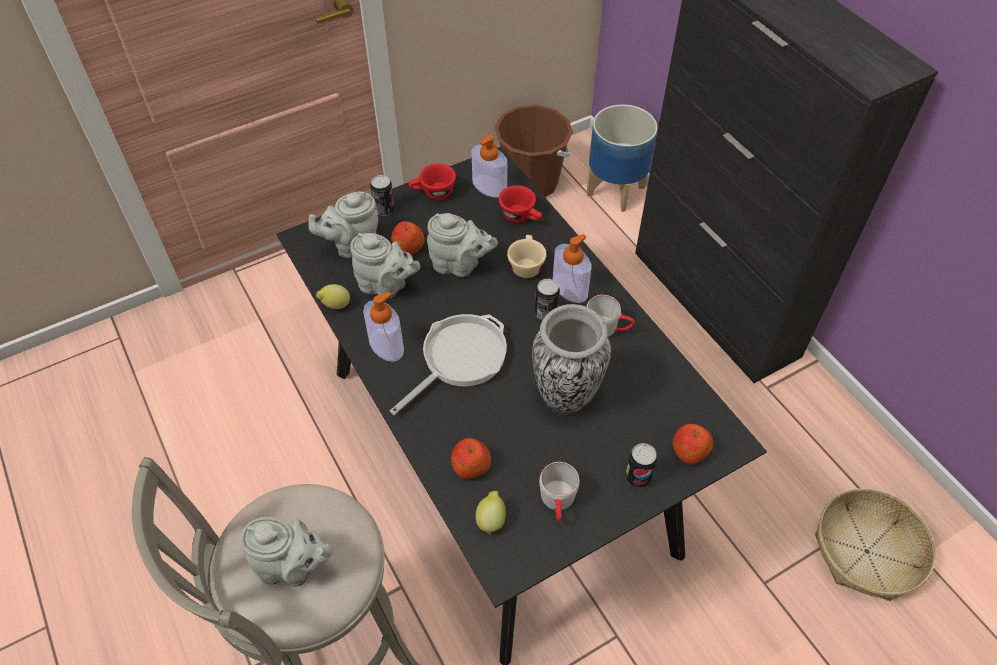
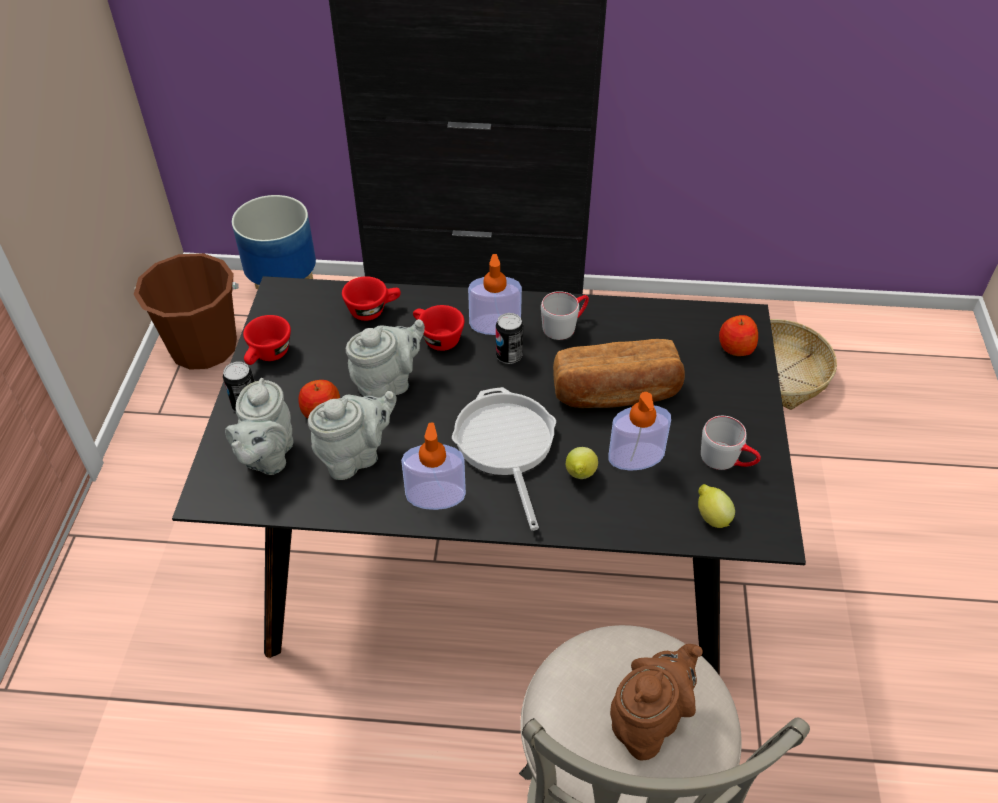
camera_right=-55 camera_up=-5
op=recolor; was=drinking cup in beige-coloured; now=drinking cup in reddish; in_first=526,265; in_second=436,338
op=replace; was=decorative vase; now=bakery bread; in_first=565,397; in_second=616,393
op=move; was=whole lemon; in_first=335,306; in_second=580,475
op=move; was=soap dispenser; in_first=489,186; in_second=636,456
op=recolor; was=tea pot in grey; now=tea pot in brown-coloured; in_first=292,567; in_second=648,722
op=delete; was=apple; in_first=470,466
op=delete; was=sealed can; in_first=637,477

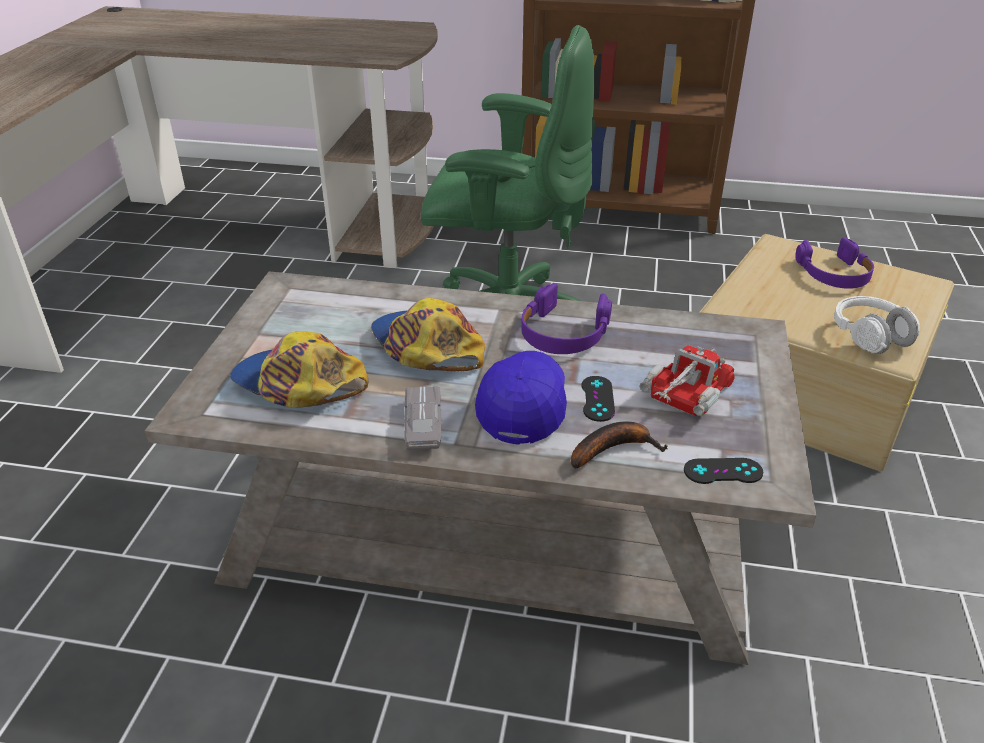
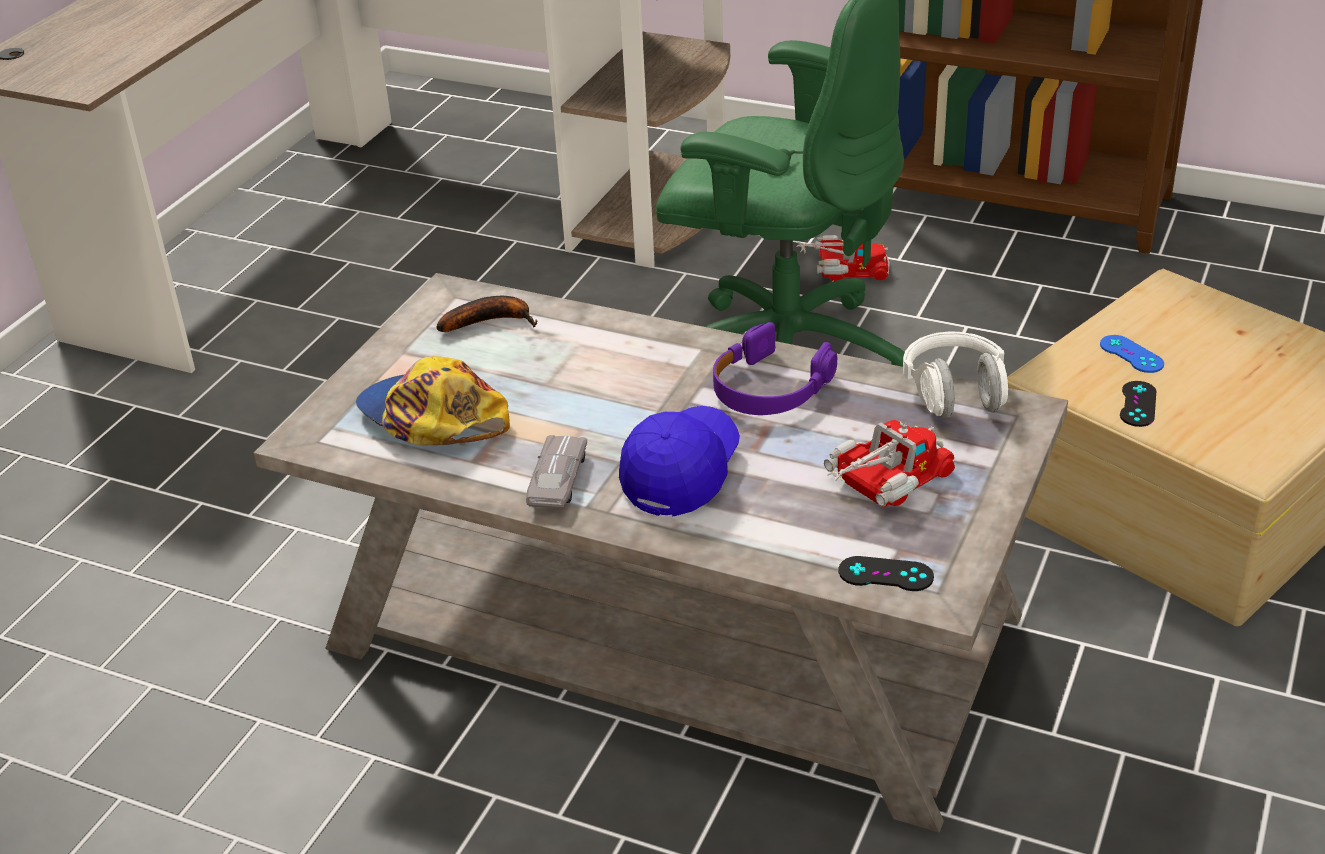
camera_right=15 camera_up=0
op=move; was=whole banana; in_first=613,448; in_second=491,321
op=insert; now=toy truck; in_second=842,269
op=move; was=pair of headphones in white; in_first=869,337; in_second=955,394
op=insert; now=game controller in blue; in_second=1131,354
op=move; was=game controller in blackish; in_first=597,399; in_second=1138,404
op=delete; was=cap; in_first=426,347
op=delete; was=pair of headphones in purplish; in_first=834,274

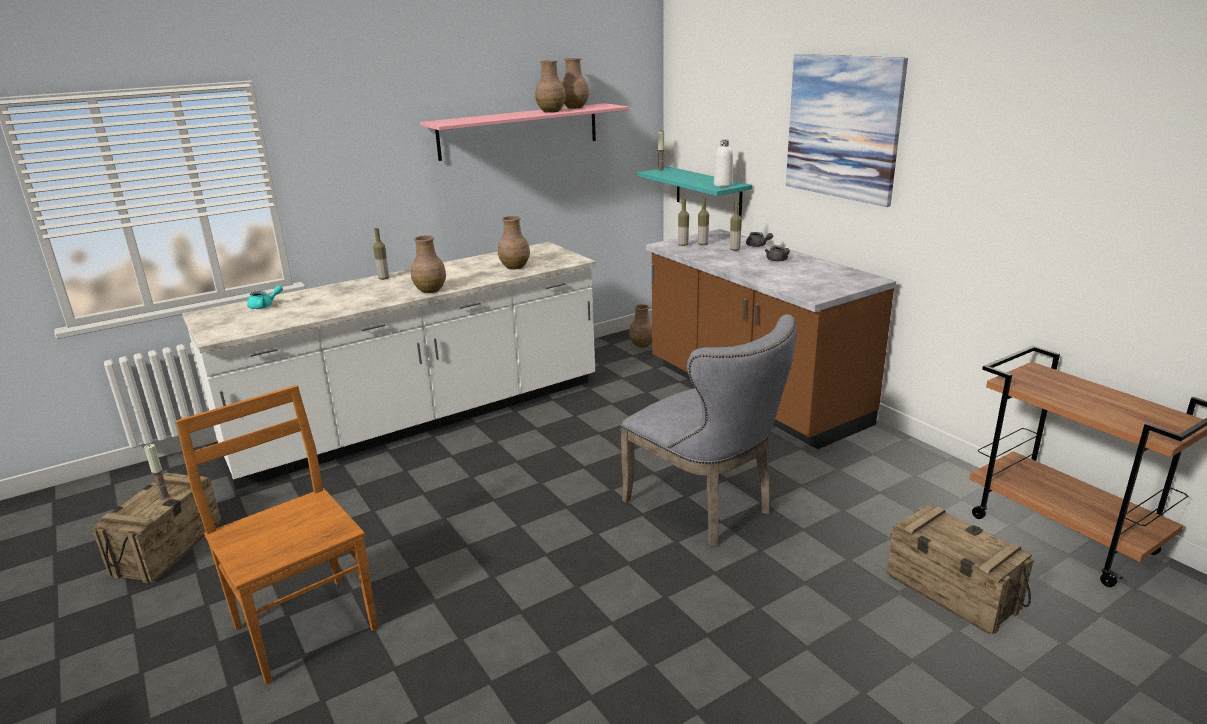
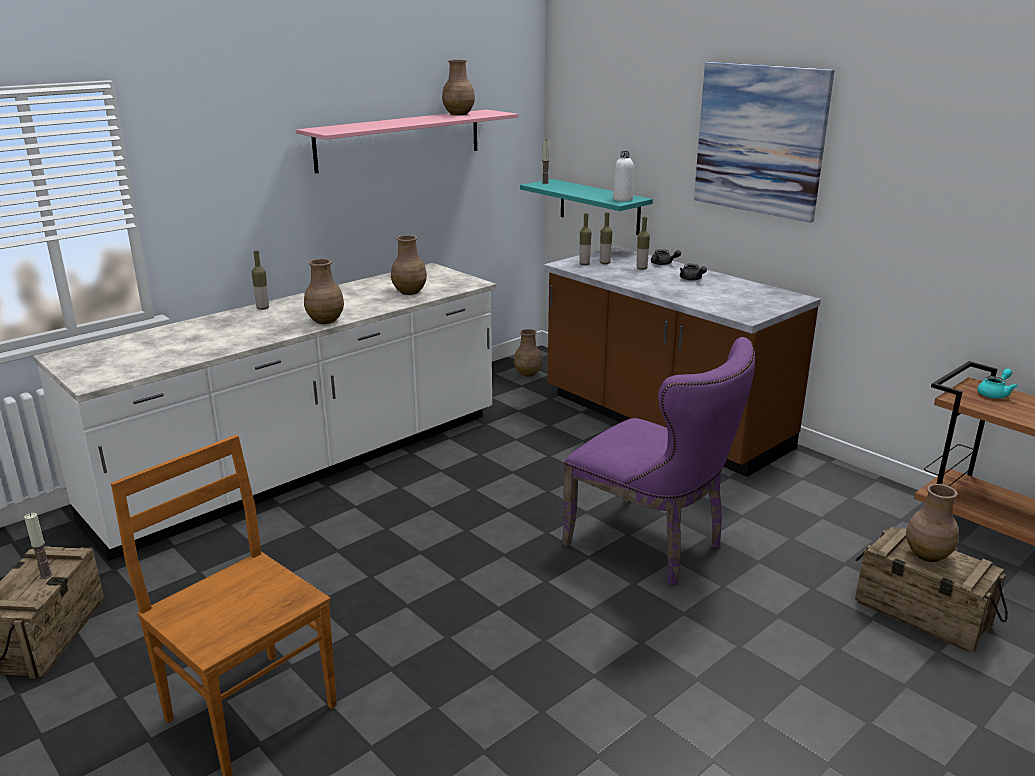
camera_right=-10 camera_up=0
op=recolor; was=upright chair in grey; now=upright chair in purplish; in_first=707,508; in_second=654,545
op=move; was=decorative vase in brown-coloured; in_first=551,111; in_second=926,554
op=move; was=tea pot in turquoise; in_first=265,306; in_second=995,394

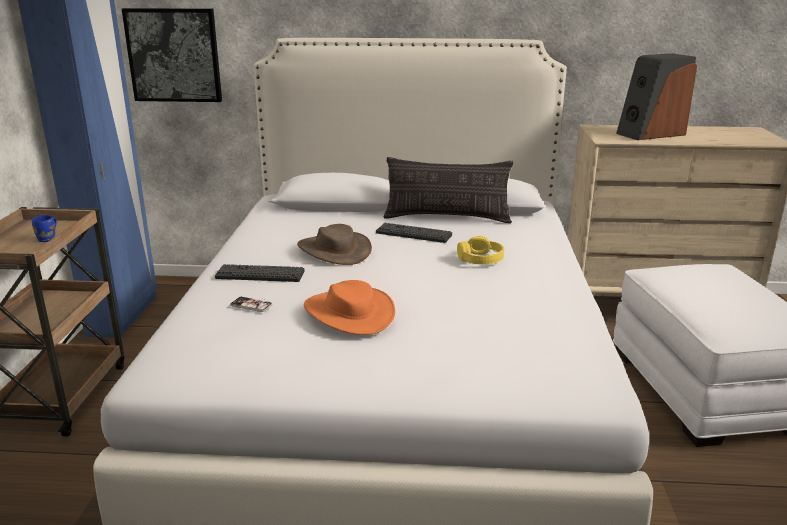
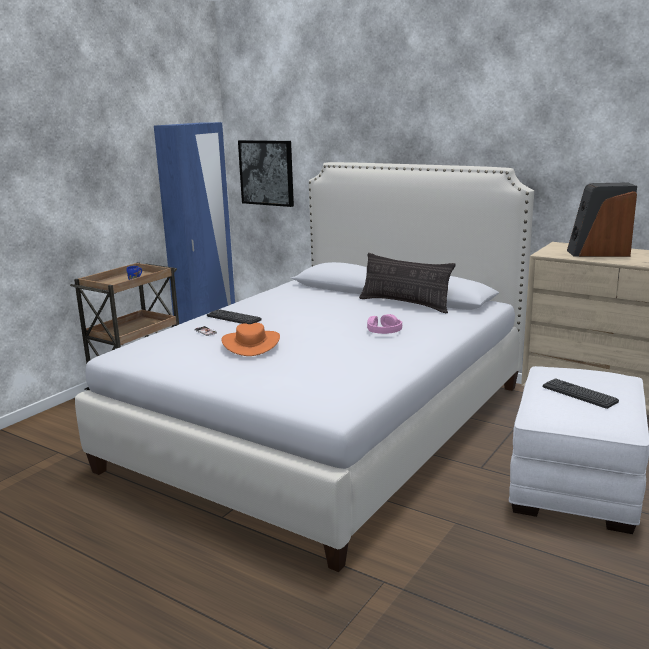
camera_right=30 camera_up=-5
op=recolor; was=pair of headphones in yellow; now=pair of headphones in pink; in_first=480,259; in_second=384,331
op=move; was=PC keyboard; in_first=413,234; in_second=579,394
op=delete; was=wearable hat in brown-coloured; in_first=334,250

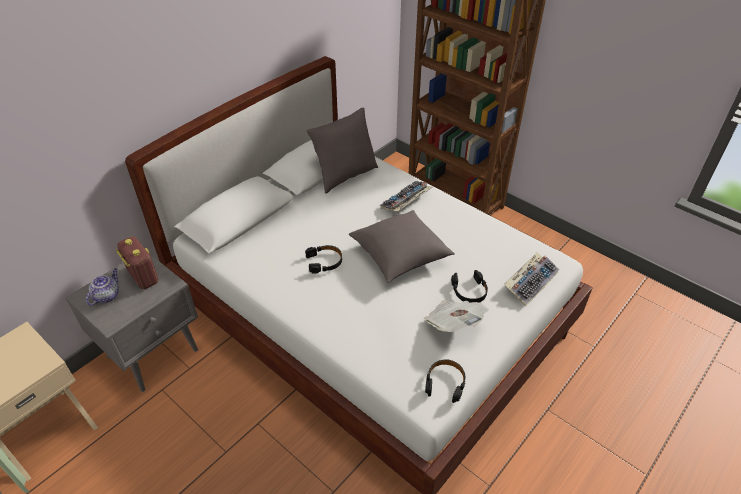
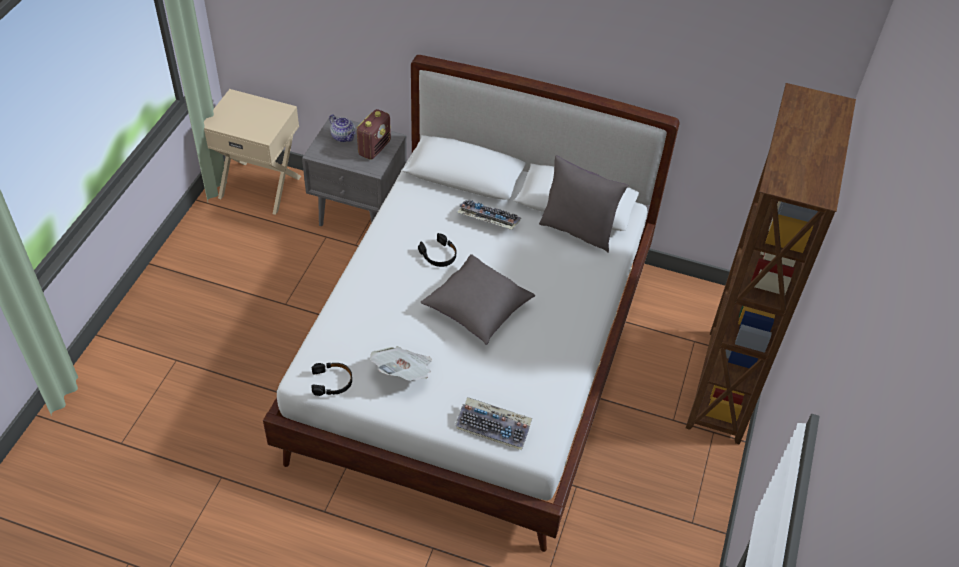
camera_right=65 camera_up=5
op=rotate; was=tea pot; in_first=107,295; in_second=343,137; clockwise=45
op=move; was=PC keyboard; in_first=406,201; in_second=487,220
op=delete; was=pair of headphones in blackish; in_first=469,291

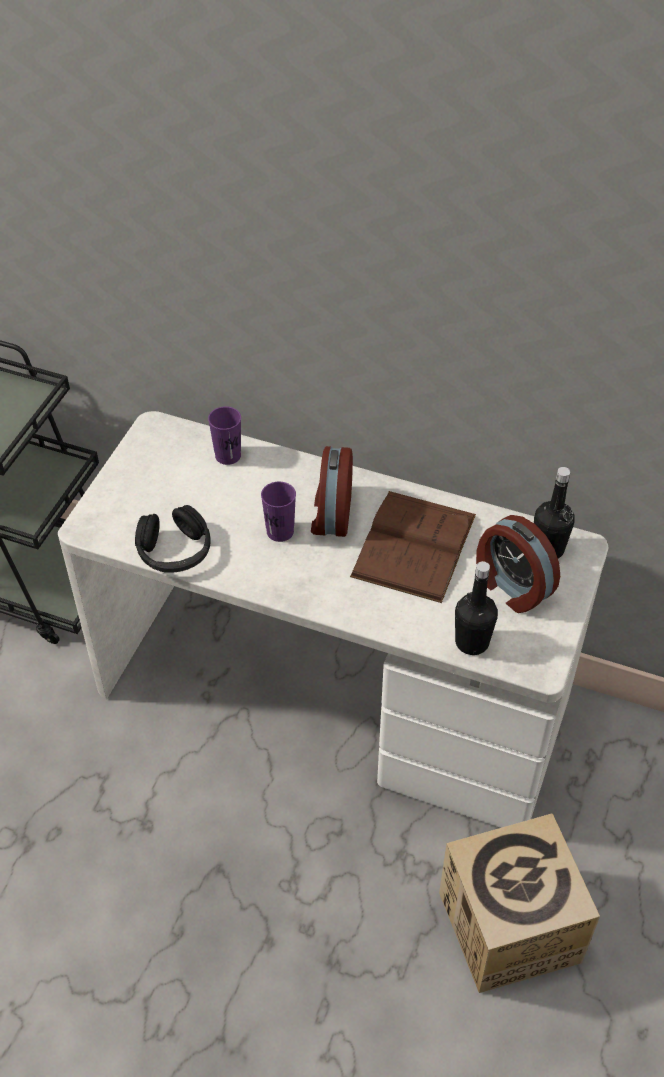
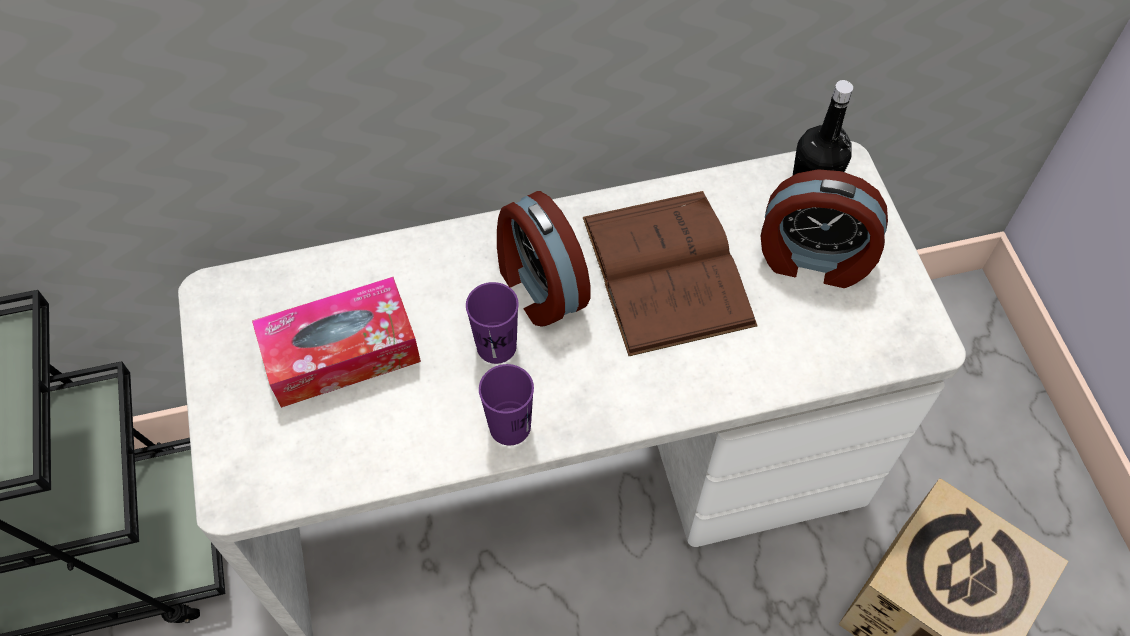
camera_right=-35 camera_up=10
op=insert; now=box of tissues; in_second=341,353
op=move; was=drinking cup in purplish; in_first=228,455; in_second=510,426
op=delete; was=pair of headphones in blackish; in_first=175,551
op=delete; was=drink bottle in blackish; in_first=472,642

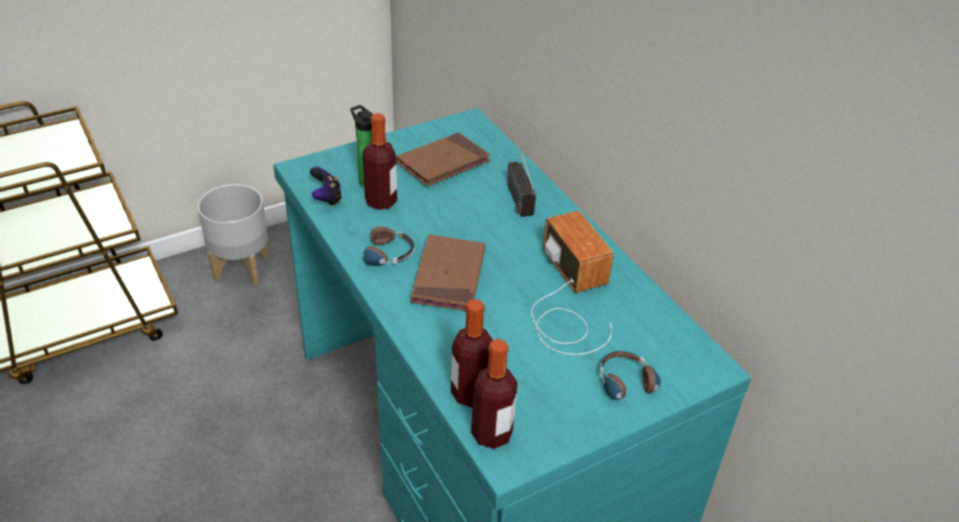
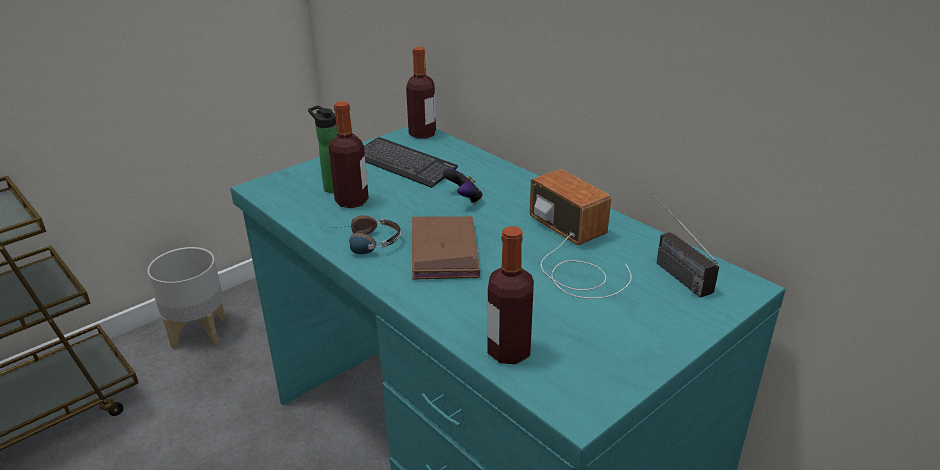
camera_right=-10 camera_up=-10
op=replace; was=bound book in brown-coloured; now=PC keyboard; in_first=443,163; in_second=403,164
op=move; was=drink bottle; in_first=491,434; in_second=422,134
op=move; was=game controller; in_first=327,198; in_second=464,199
op=move; was=radio receiver; in_first=514,191; in_second=670,269
op=delete; was=pair of headphones; in_first=630,390

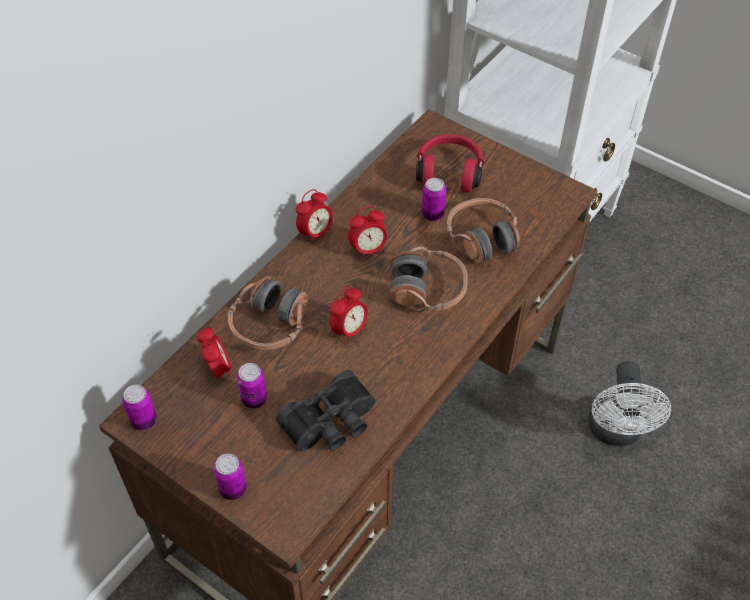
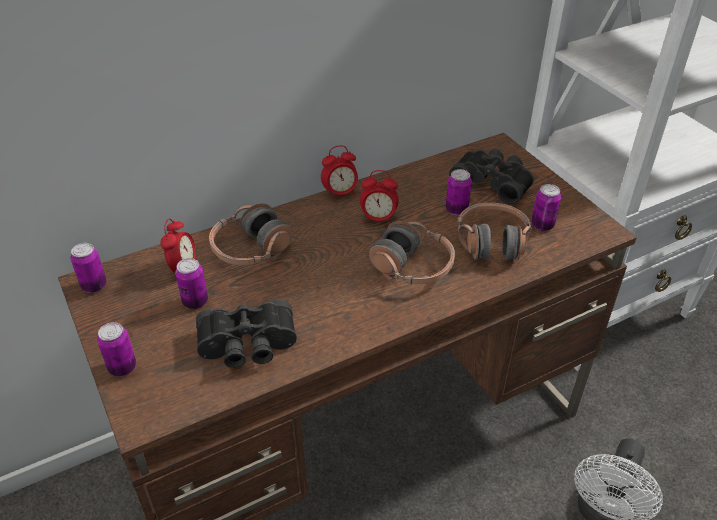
camera_right=25 camera_up=-10
op=replace; was=pair of headphones in reddish; now=binoculars in blackish; in_first=449,172; in_second=493,182
op=insert; now=sealed can; in_second=542,225
op=delete; was=alarm clock; in_first=349,330

